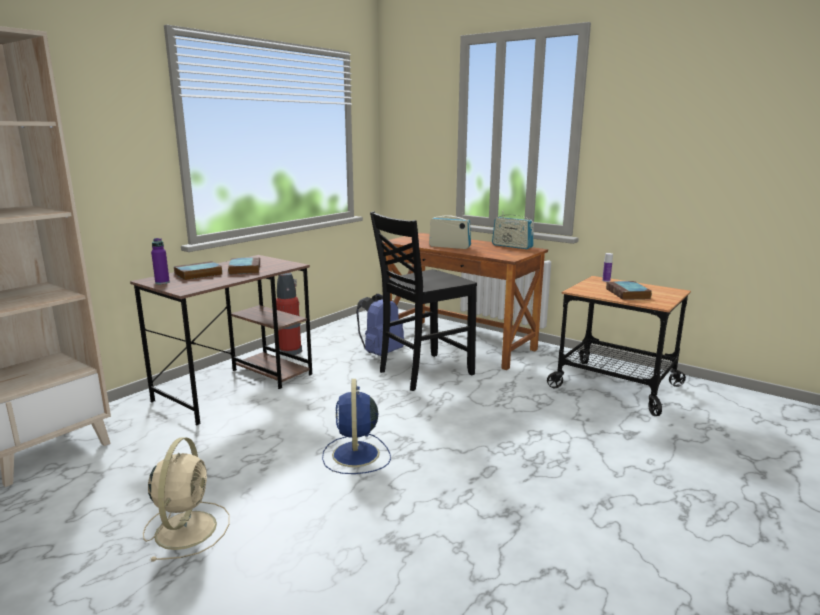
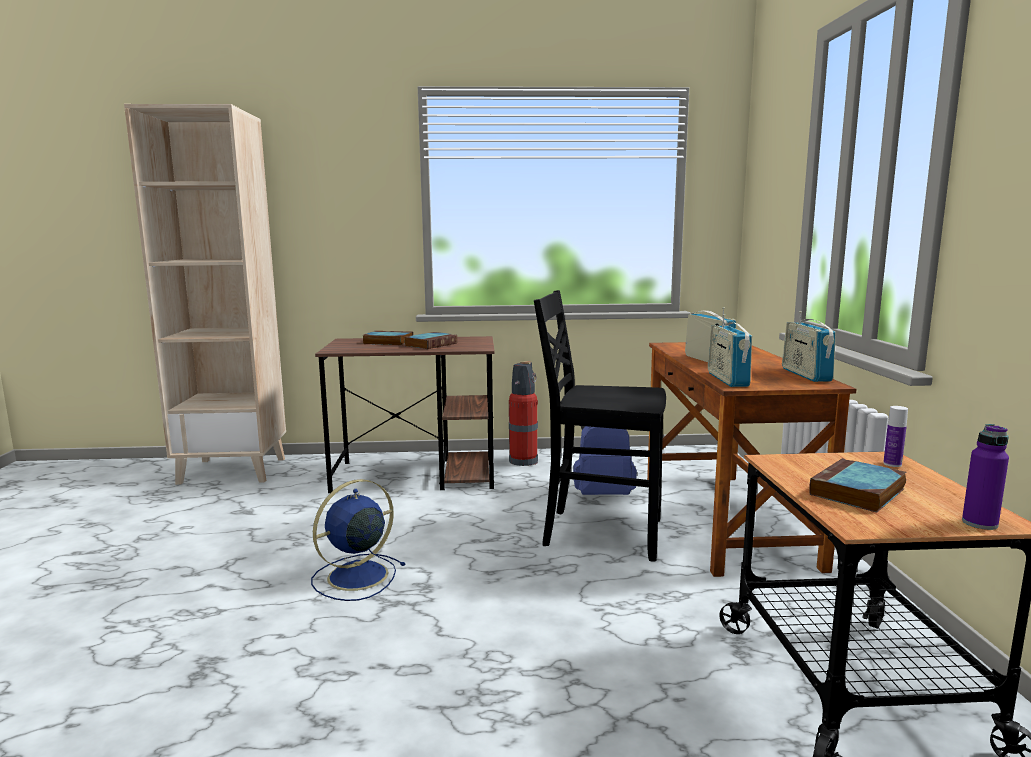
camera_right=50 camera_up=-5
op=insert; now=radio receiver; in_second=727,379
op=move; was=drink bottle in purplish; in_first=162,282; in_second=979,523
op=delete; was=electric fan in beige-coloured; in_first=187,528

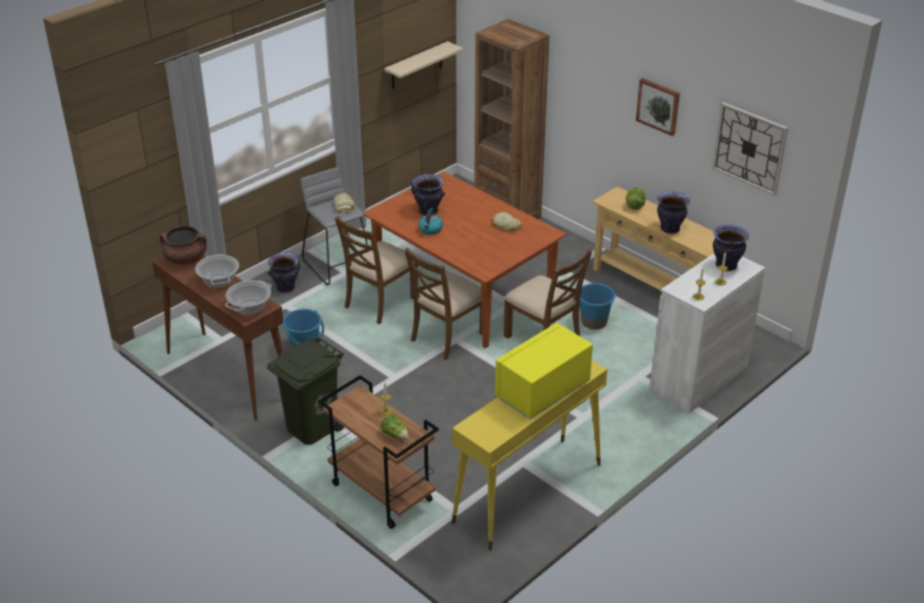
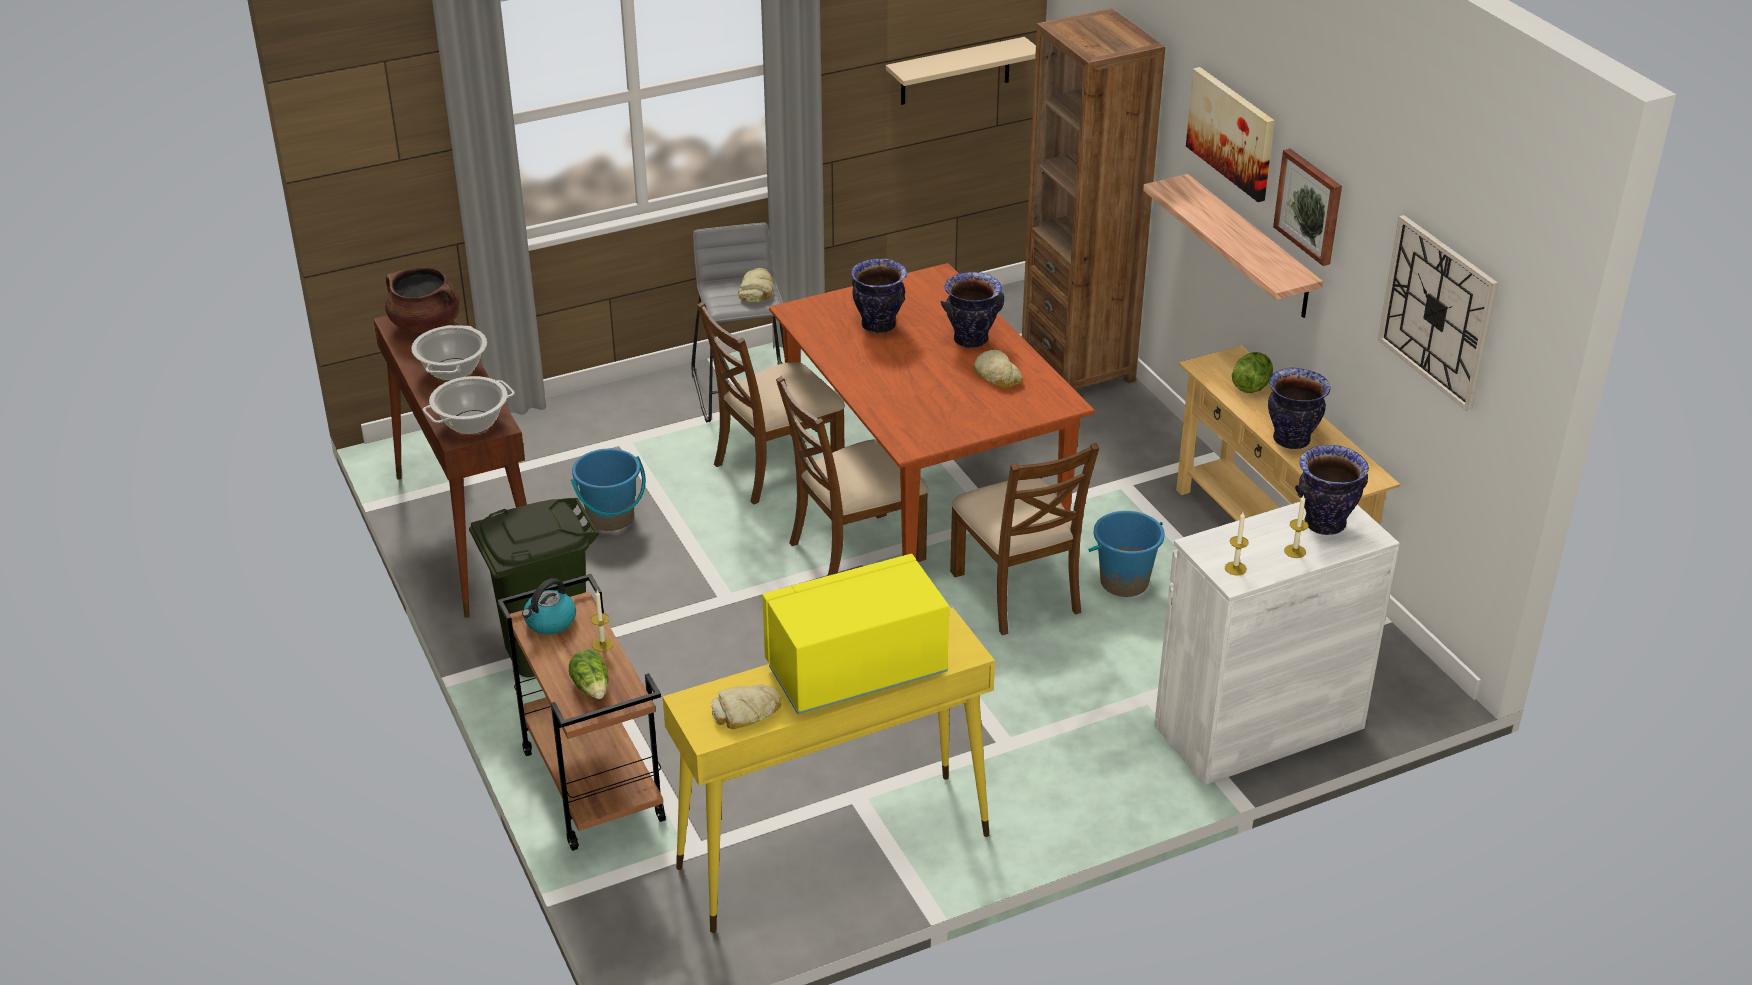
camera_right=20 camera_up=0
op=move; was=water kettle; in_first=430,229; in_second=550,622
op=insert; now=bakery bread; in_second=746,712
op=move; was=decorative vase; in_first=286,288; in_second=971,340
op=insert; now=bracket shelf; in_second=1249,247
op=insert; now=wall art; in_second=1232,133

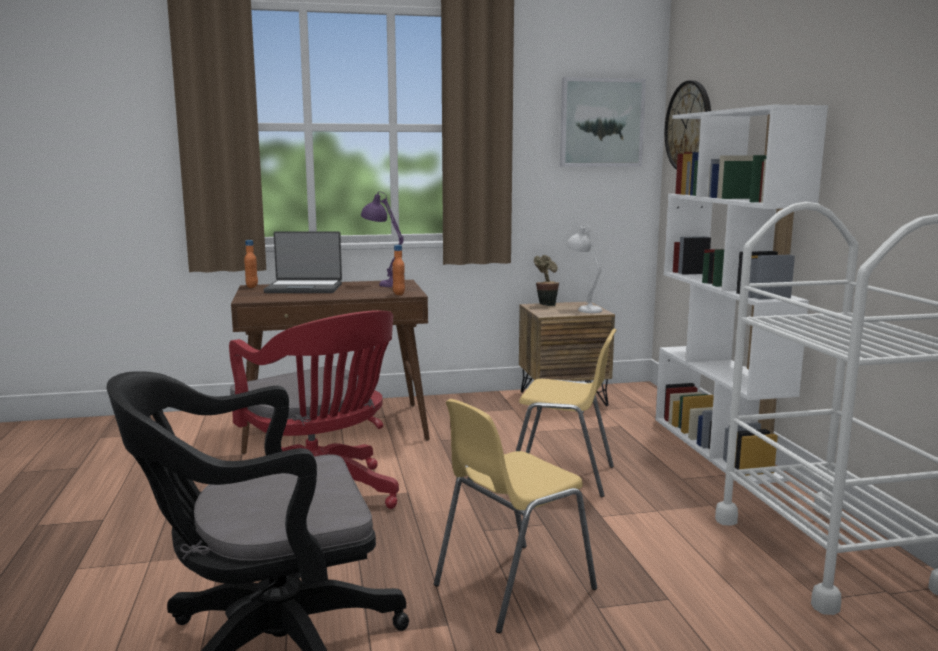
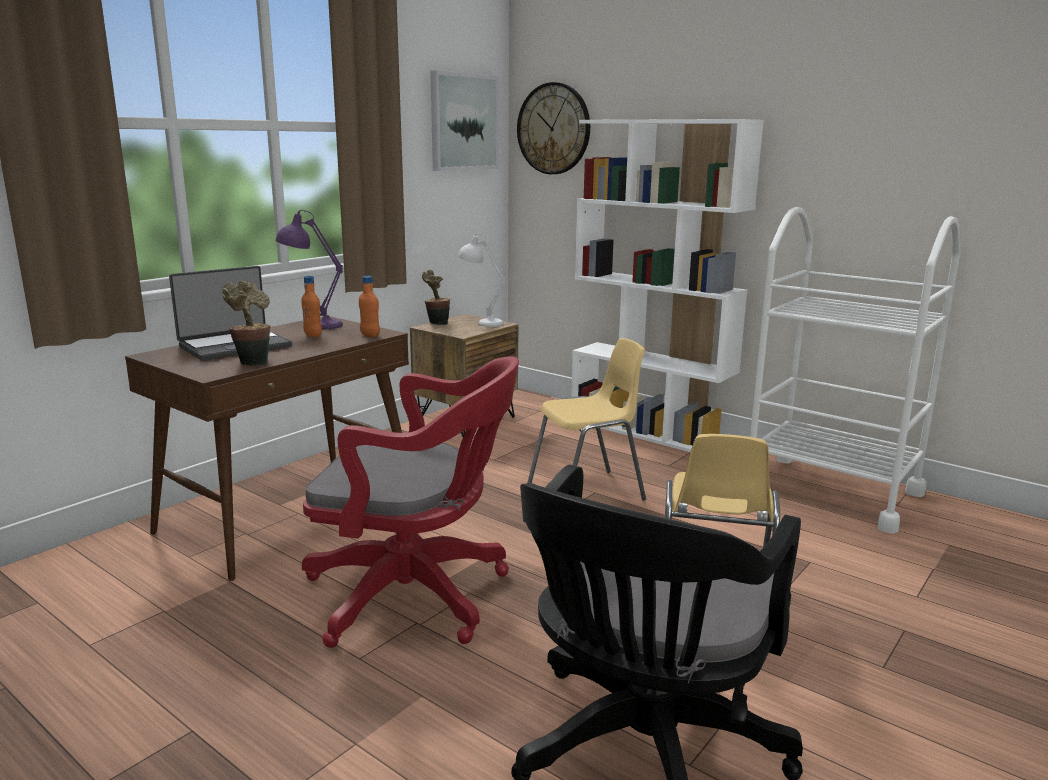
camera_right=-40 camera_up=5
op=insert; now=potted plant; in_second=252,362
op=move; was=drink bottle in orange; in_first=252,286; in_second=313,335

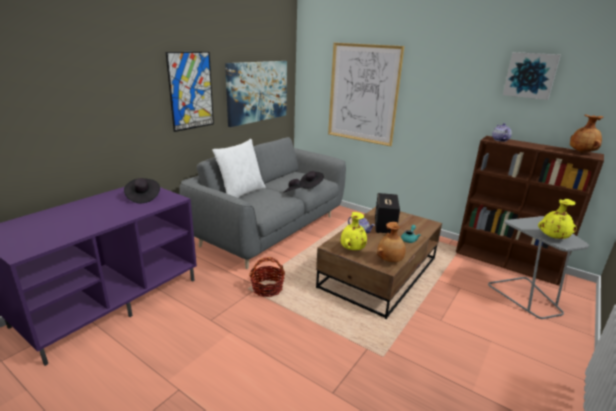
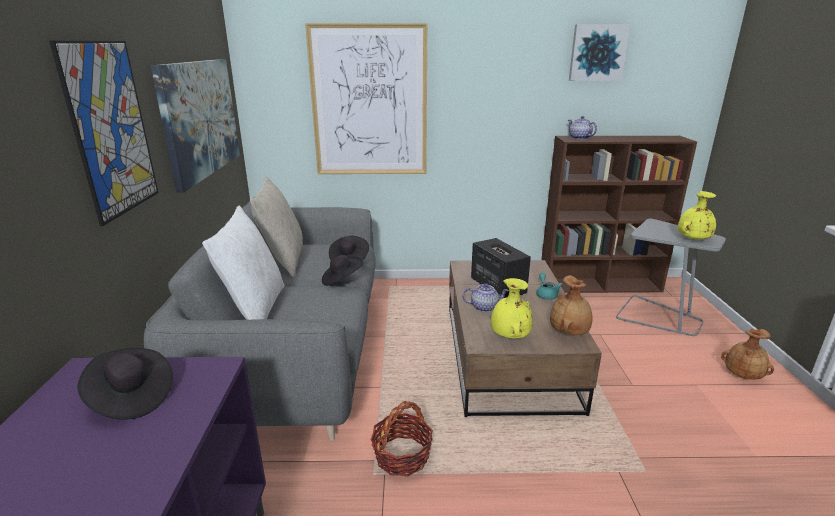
camera_right=-35 camera_up=0
op=insert; now=pillow in beige-coloured; in_second=283,260
op=move; was=decorative vase in brown-coloured; in_first=582,152; in_second=742,375

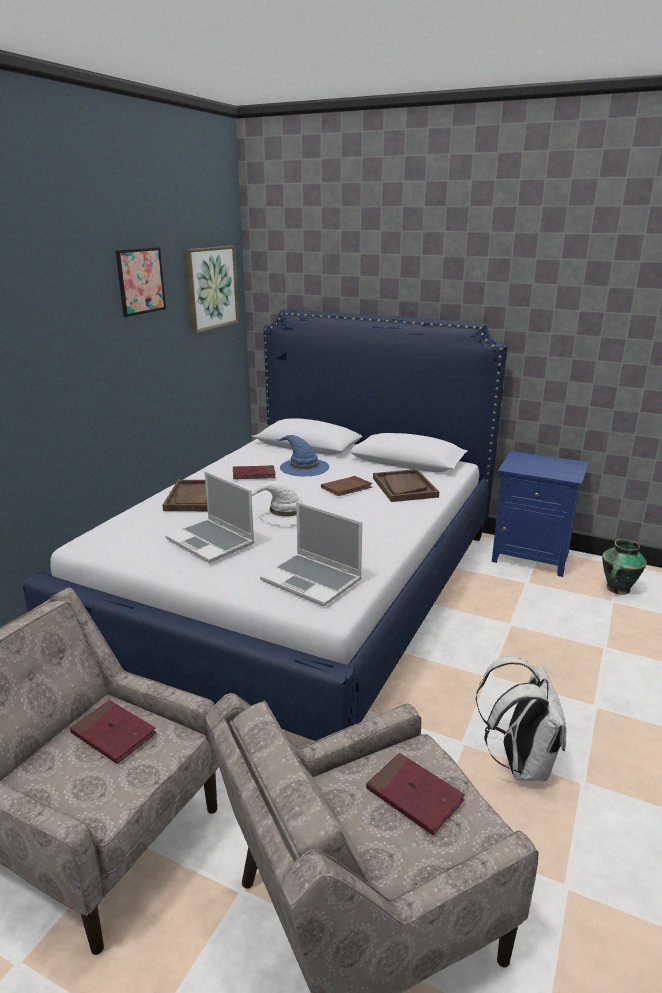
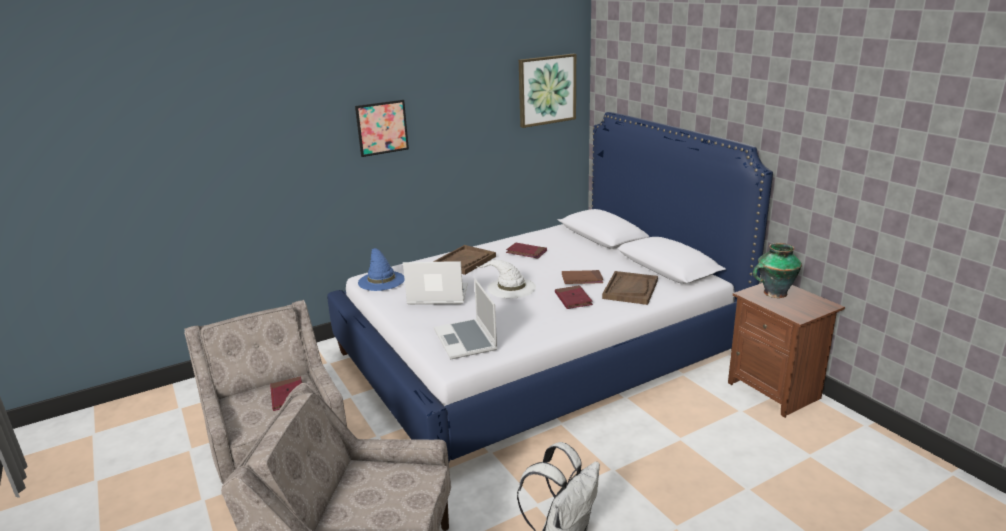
camera_right=35 camera_up=0
op=move; was=wall art; in_first=141,281; in_second=382,128
op=move; was=wearable hat in blue; in_first=303,467; in_second=381,280
op=rotate; was=laptop; in_first=212,542; in_second=437,296; clockwise=105
op=move; was=bound book in reddish; in_first=414,796; in_second=573,299
op=recolor; was=night table in blue; now=night table in brown-coloured; in_first=531,556; in_second=775,390
op=move; was=decorative vase; in_first=617,589; in_second=774,293

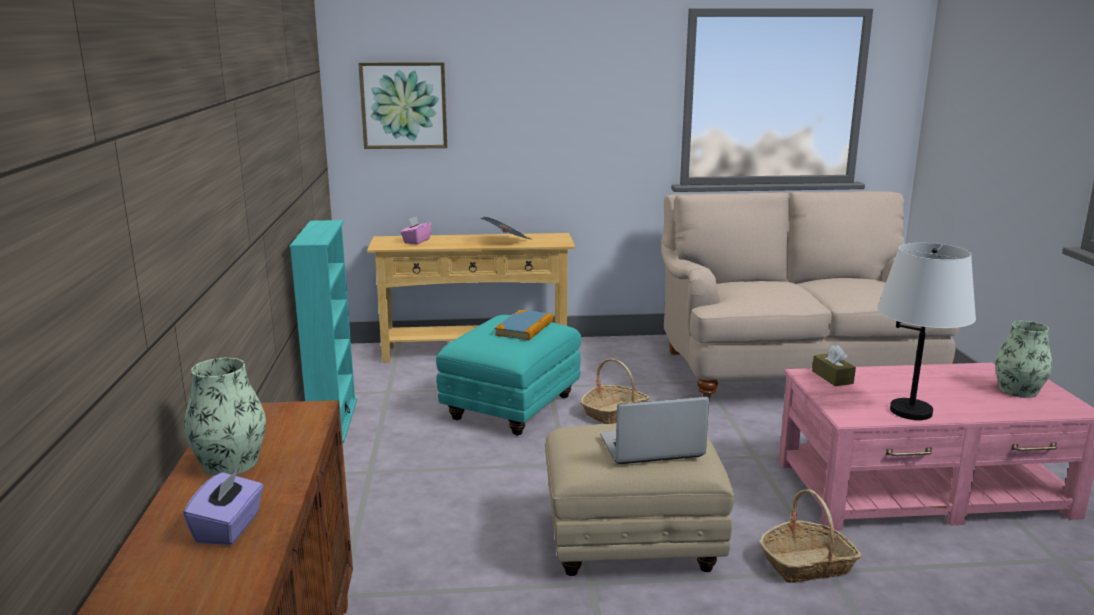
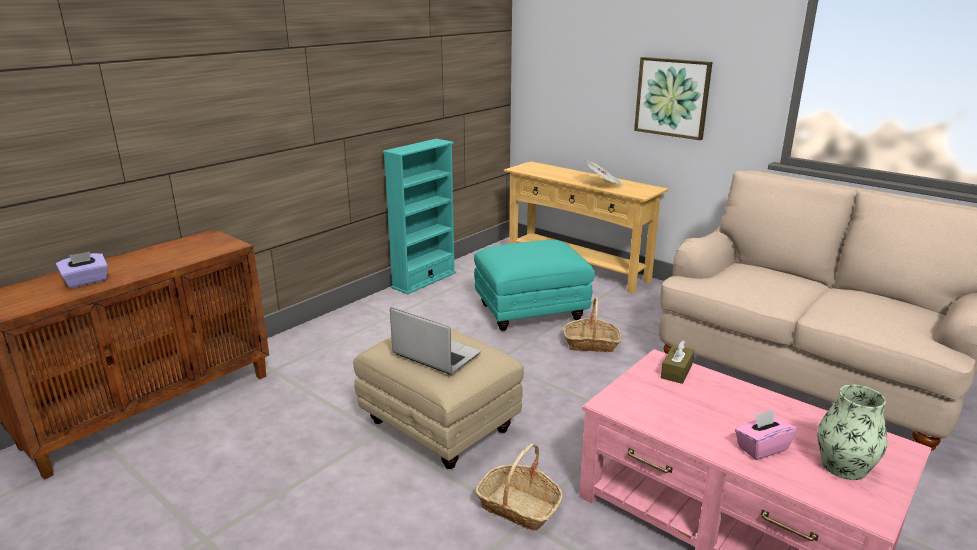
camera_right=45 camera_up=5
op=move; was=wall art; in_first=404,105; in_second=672,97
op=move; was=box of tissues in pink; in_first=416,241; in_second=761,448
op=delete; was=decorative vase; in_first=230,463
op=delete; was=bound book; in_first=524,328
op=delete; was=tabletop lamp in white; in_first=911,411

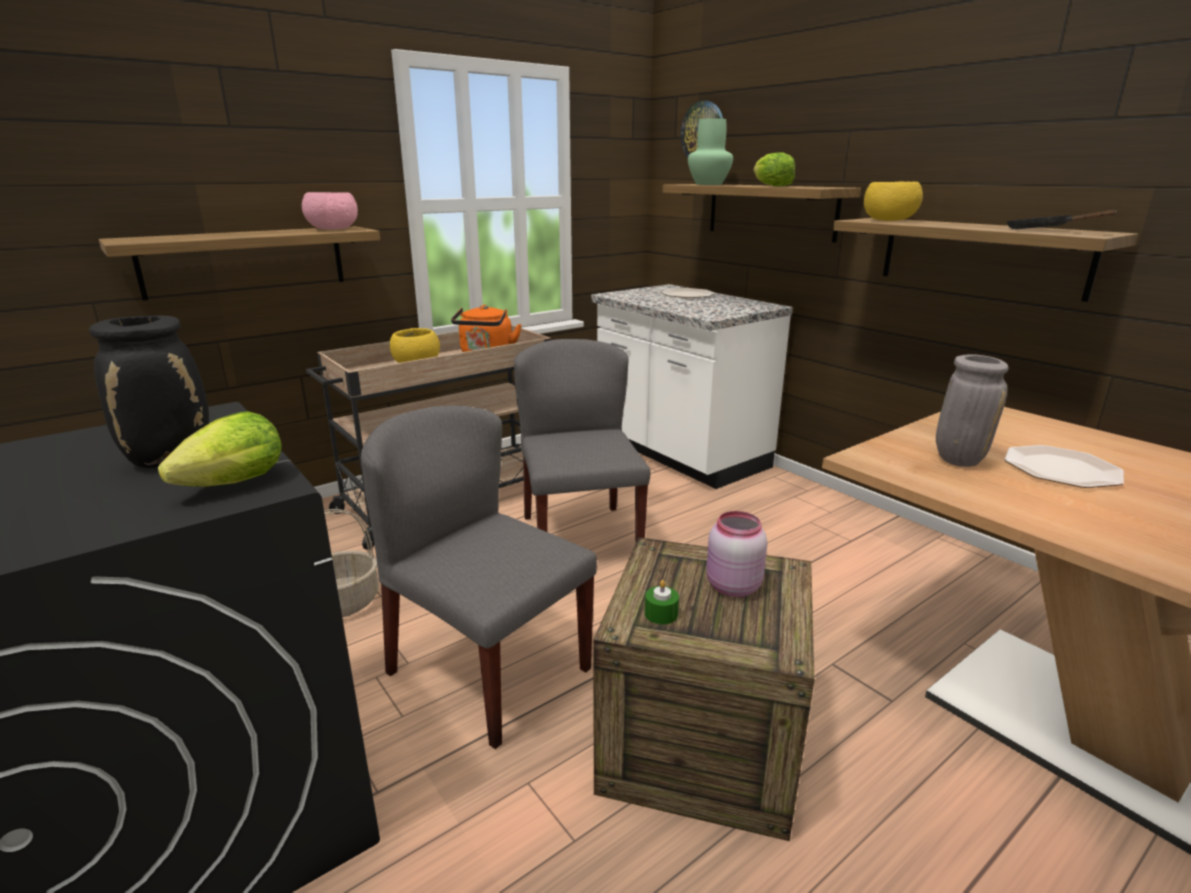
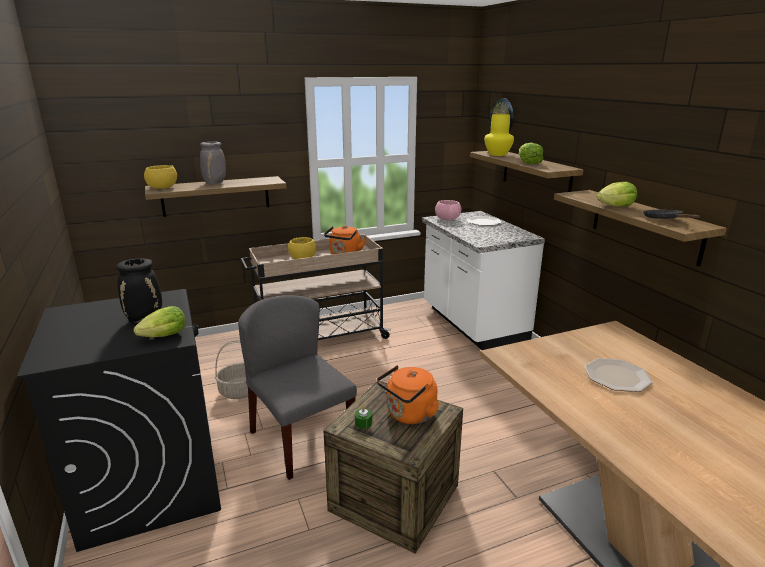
camera_right=15 camera_up=0
op=move; was=deep dish in yellow; in_first=889,220; in_second=162,188
op=move; was=decorative vase in grey; in_first=957,459; in_second=215,183
op=replace; was=storage jar in pink; now=water kettle in orange; in_first=731,587; in_second=409,415
op=move; was=deep dish in pink; in_first=332,229; in_second=447,219
op=recolor; was=decorative vase in green; now=decorative vase in yellow; in_first=709,184; in_second=497,154
op=insert; now=lettuce head; in_second=615,206
op=delete; was=upright chair in grey; in_first=579,538

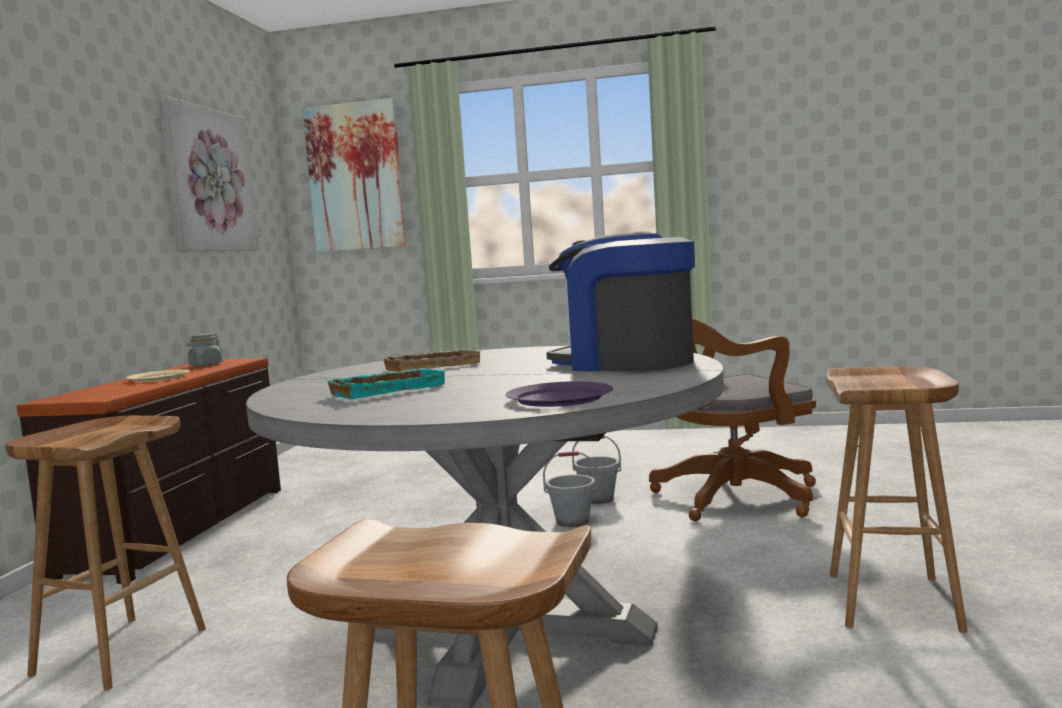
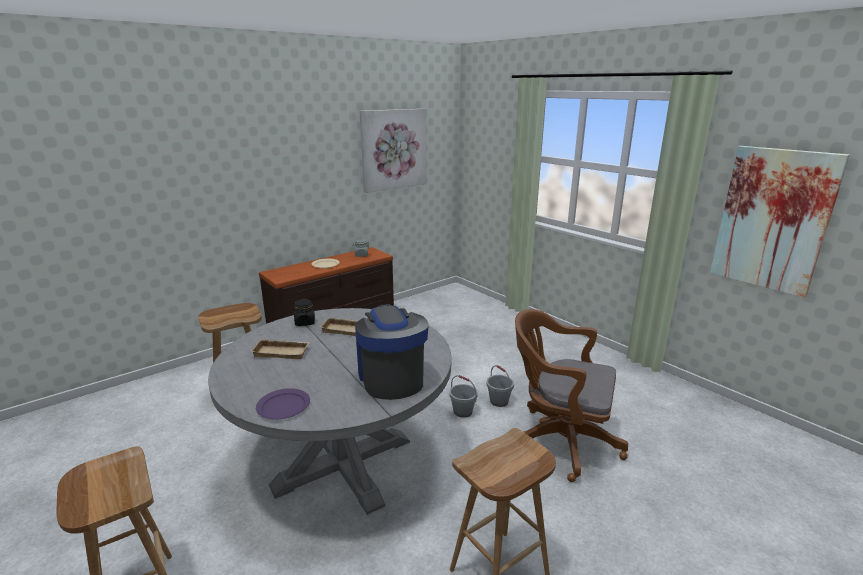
camera_right=40 camera_up=15
op=recolor; was=carrying tray in turquoise; now=carrying tray in beige-coloured; in_first=387,390; in_second=282,352
op=insert; now=storage jar in blackish; in_second=305,322
op=move; was=wall art; in_first=355,177; in_second=772,220

